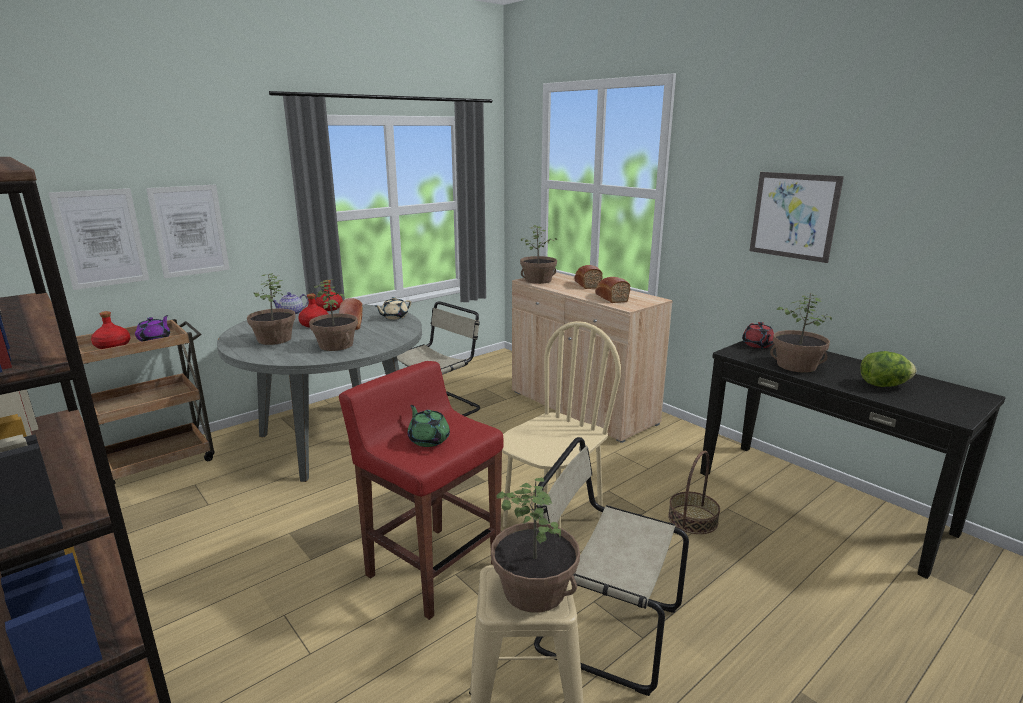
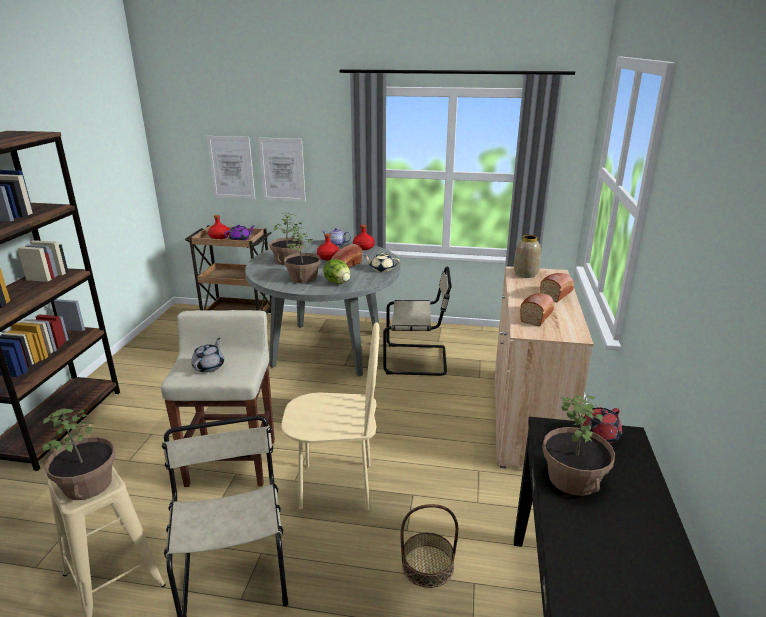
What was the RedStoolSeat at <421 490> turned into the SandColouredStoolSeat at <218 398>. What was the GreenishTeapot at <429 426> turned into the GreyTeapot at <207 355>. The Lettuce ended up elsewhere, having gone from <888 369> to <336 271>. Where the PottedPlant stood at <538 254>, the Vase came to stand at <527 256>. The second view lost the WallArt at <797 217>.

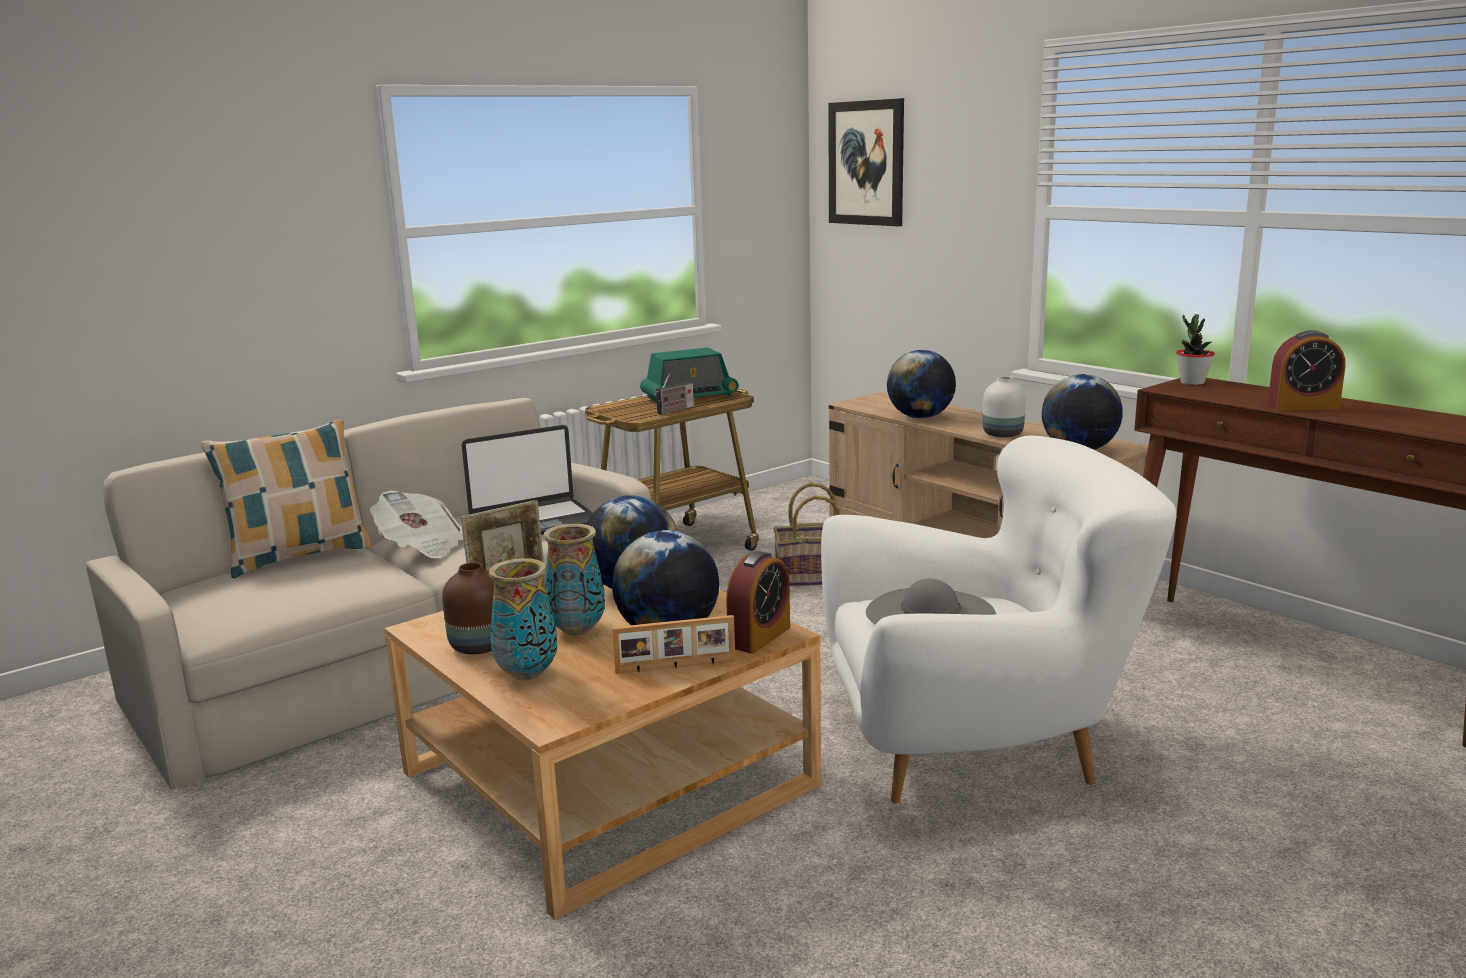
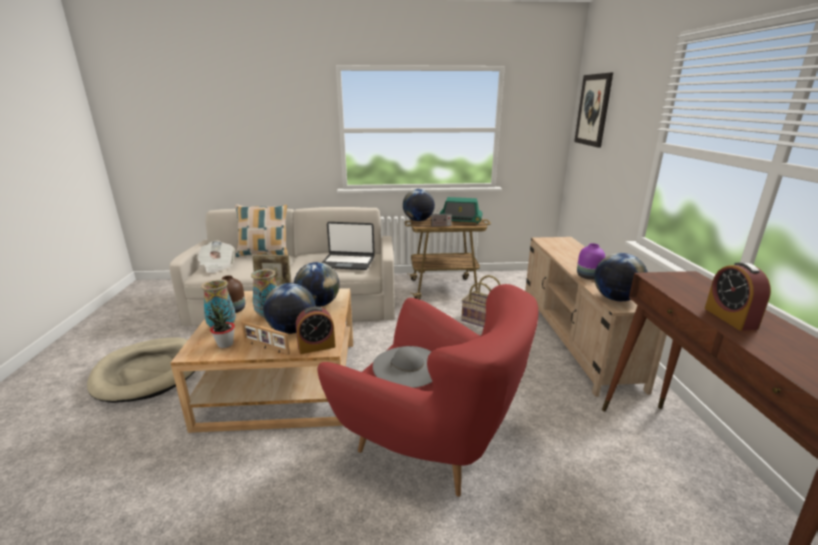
The second view gained the SandColouredDogCushion at <141 370>. The DailyPaper ended up elsewhere, having gone from <416 525> to <216 257>. The PottedPlant ended up elsewhere, having gone from <1195 349> to <222 326>. What was the WhitishEasyChair at <999 619> turned into the RedEasyChair at <428 390>. The WorldGlobe ended up elsewhere, having gone from <921 384> to <419 205>. What was the WhitishVase at <1004 406> turned into the PurpleVase at <591 261>. The BedsideClock at <1306 370> ended up facing another way, 45 degrees clockwise from before.

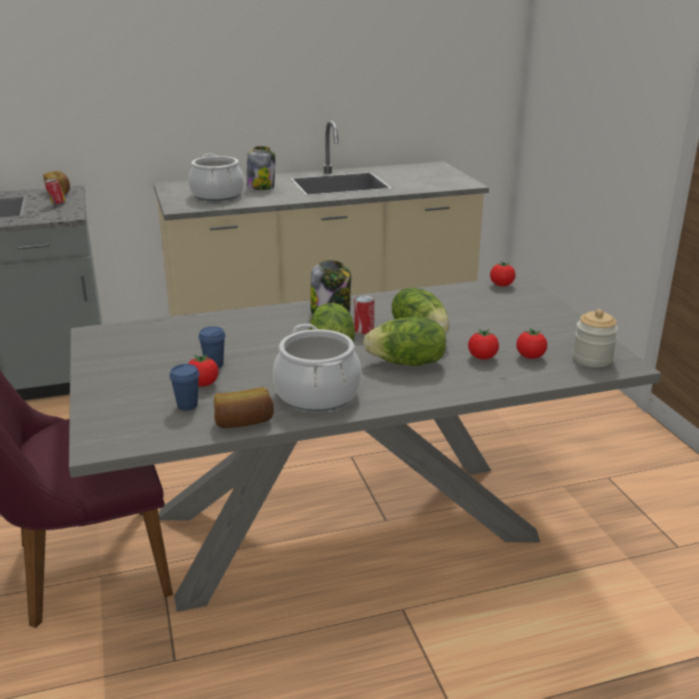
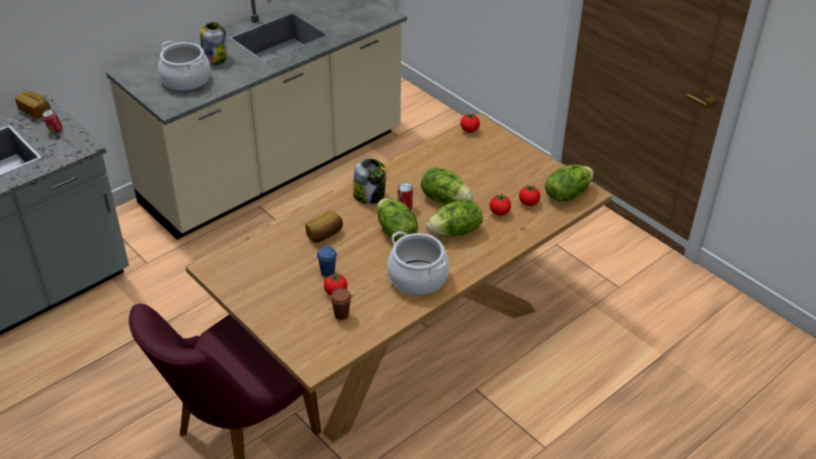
What was the GreyDiningTable at <365 443> turned into the BrownDiningTable at <399 278>. The BakeryBread ended up elsewhere, having gone from <244 407> to <324 226>. What was the BlueColouredSmallCup at <184 387> turned into the BrownSmallCup at <340 304>. Where the PreserveJar stood at <595 338>, the Lettuce came to stand at <569 183>.

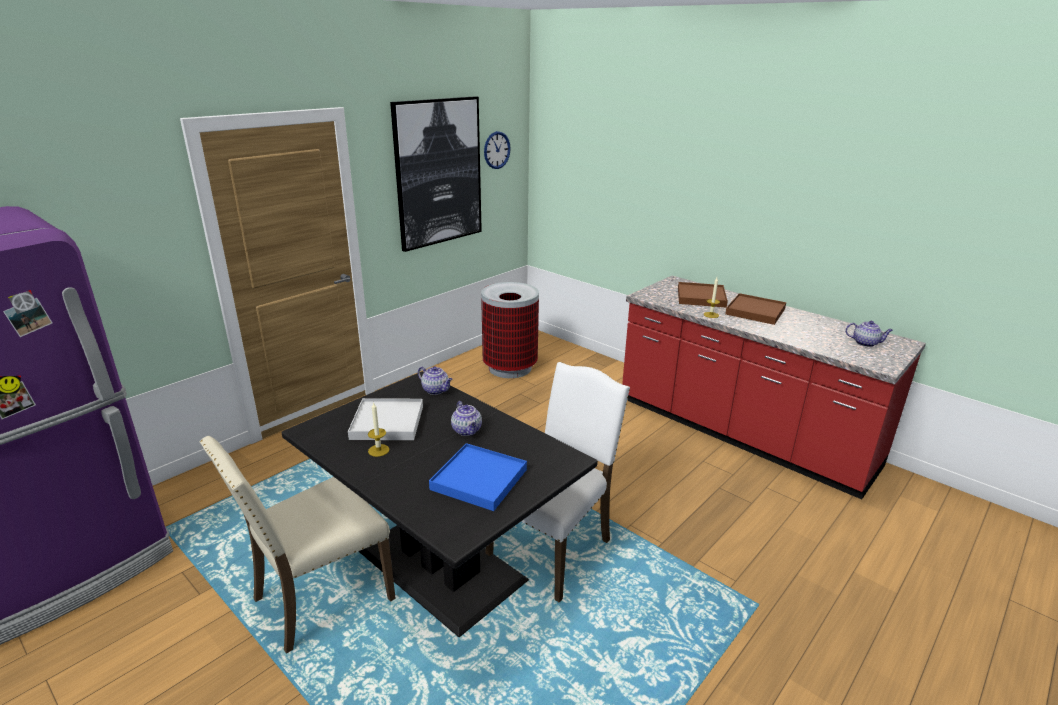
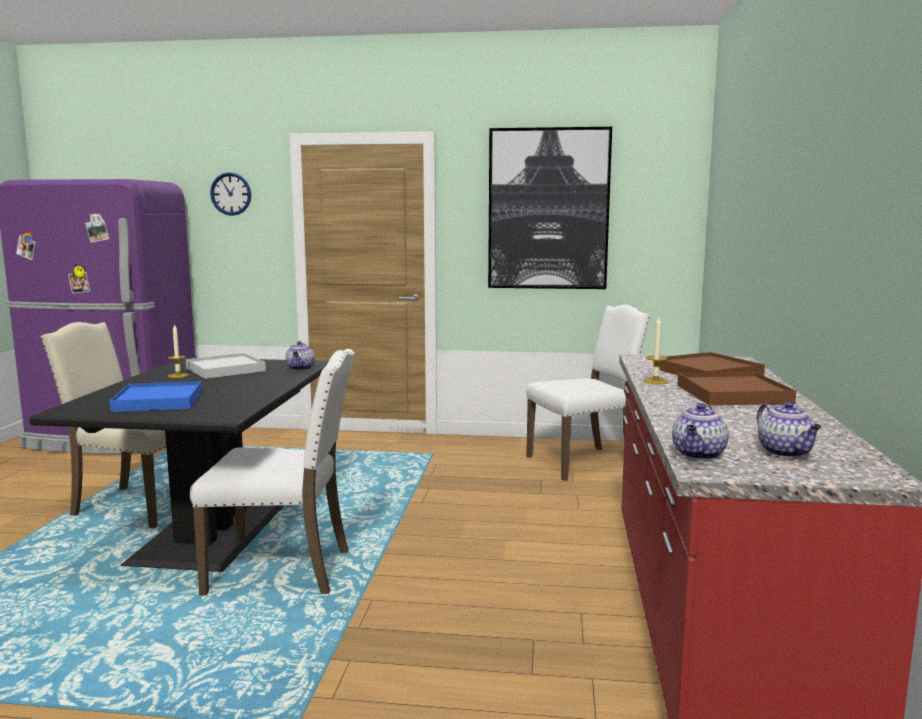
The WallClock ended up elsewhere, having gone from <497 150> to <230 194>. Where the RubbishBin stood at <510 330>, the WhitishPlainChair came to stand at <588 393>. The Teapot ended up elsewhere, having gone from <466 418> to <700 431>.

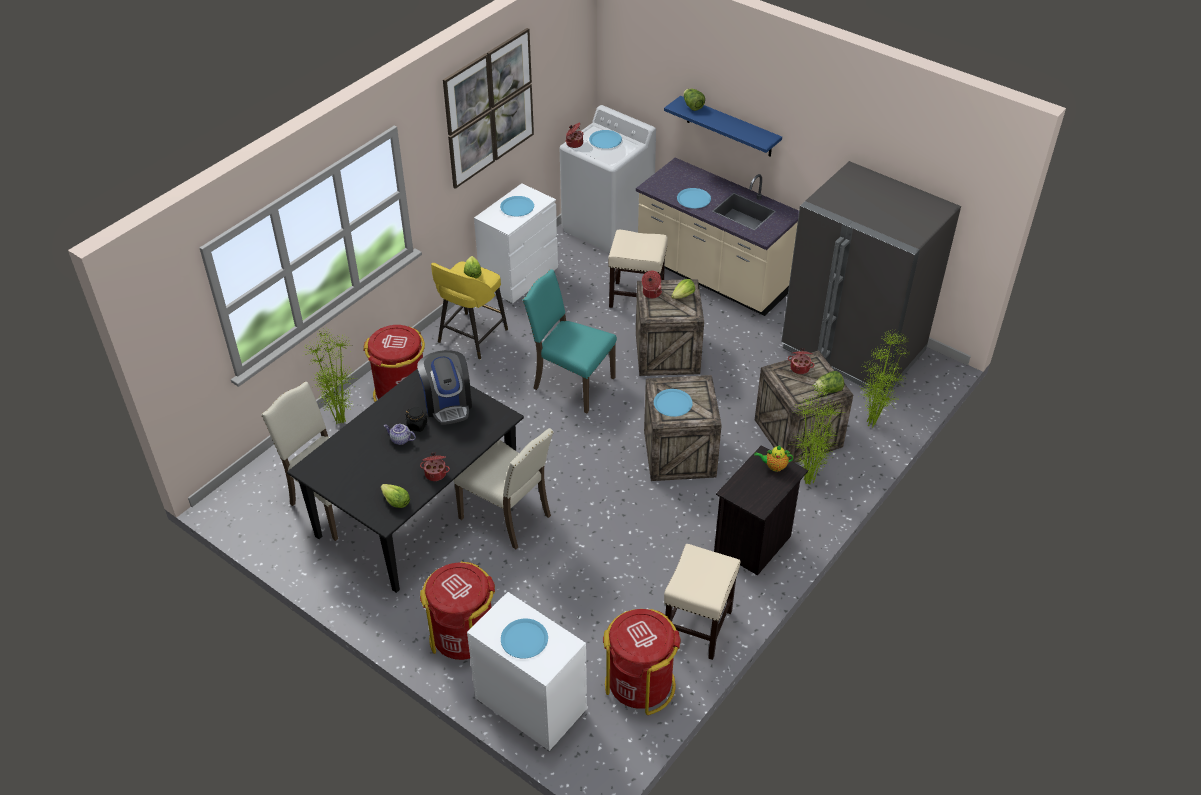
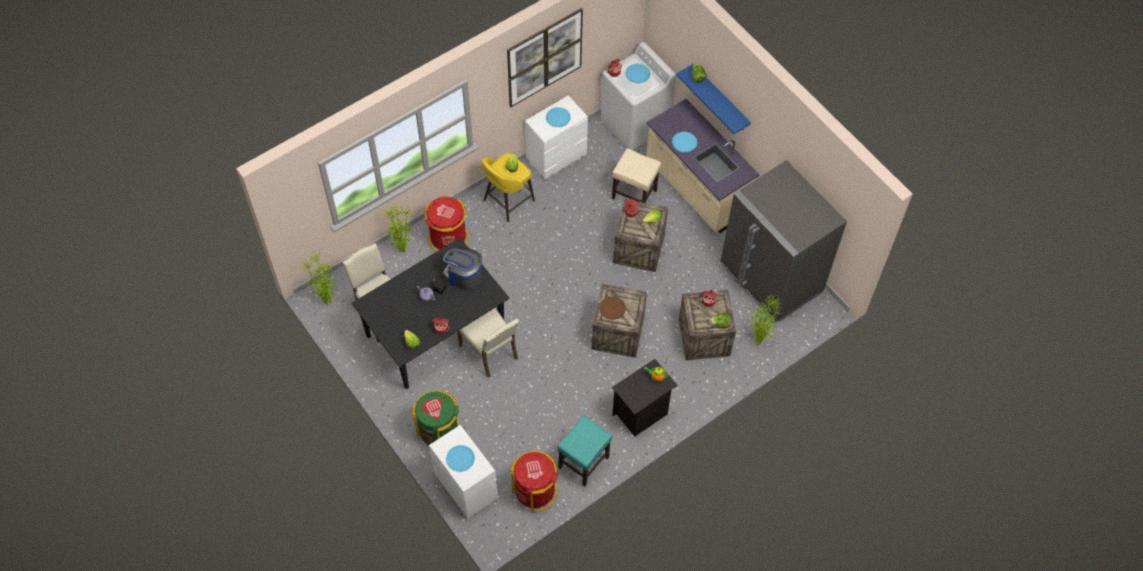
The PottedPlant ended up elsewhere, having gone from <817 434> to <318 277>. What was the RedRubbishBin at <457 611> turned into the GreenishRubbishBin at <436 417>. The CoffeeMachine at <444 387> ended up facing another way, 120 degrees clockwise from before. What was the SandColouredStoolSeat at <702 602> turned into the BlueGreenStoolSeat at <585 451>. What was the BlueColouredPlate at <673 403> turned into the BrownPlate at <612 308>. The second view lost the BlueGreenPlainChair at <570 341>.

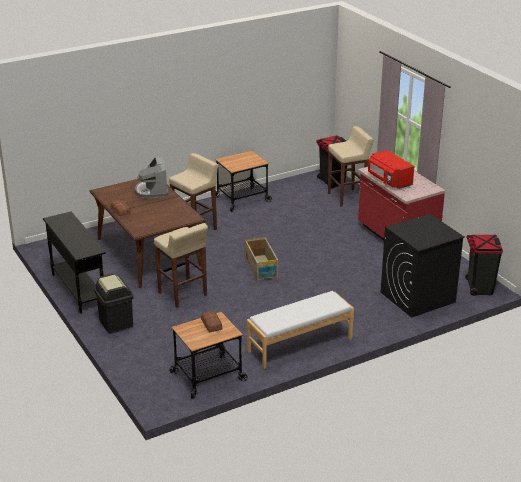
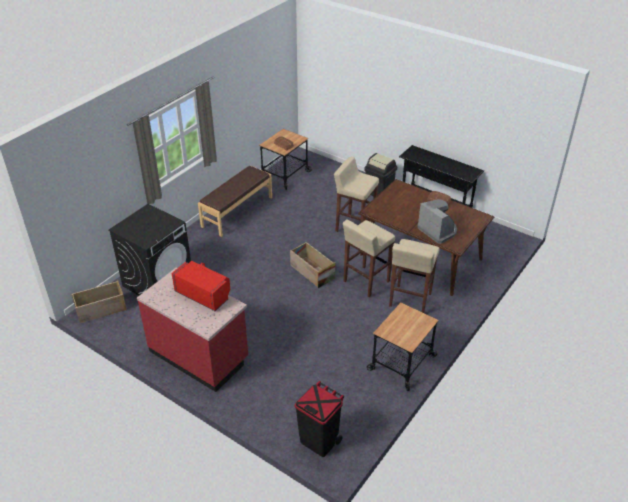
Where the BlackColouredRubbishBin stood at <484 265>, the PackingCrate came to stand at <99 301>. What was the WhitishIndoorBench at <300 330> turned into the BrownIndoorBench at <235 201>. The SandColouredStoolSeat ended up elsewhere, having gone from <350 166> to <369 258>.

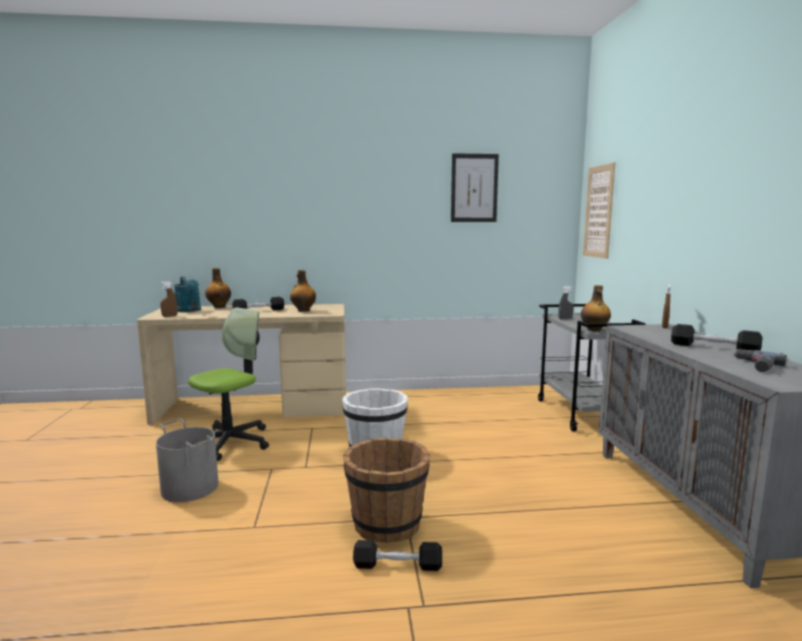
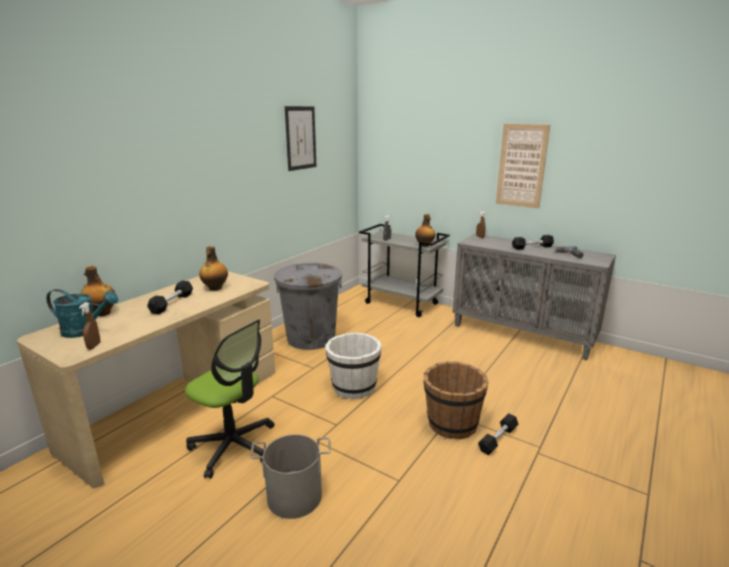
The ComputerChair at <228 384> ended up facing another way, 135 degrees clockwise from before. The second view gained the GreyRubbishBin at <308 306>. The WallArt ended up elsewhere, having gone from <599 210> to <523 166>.

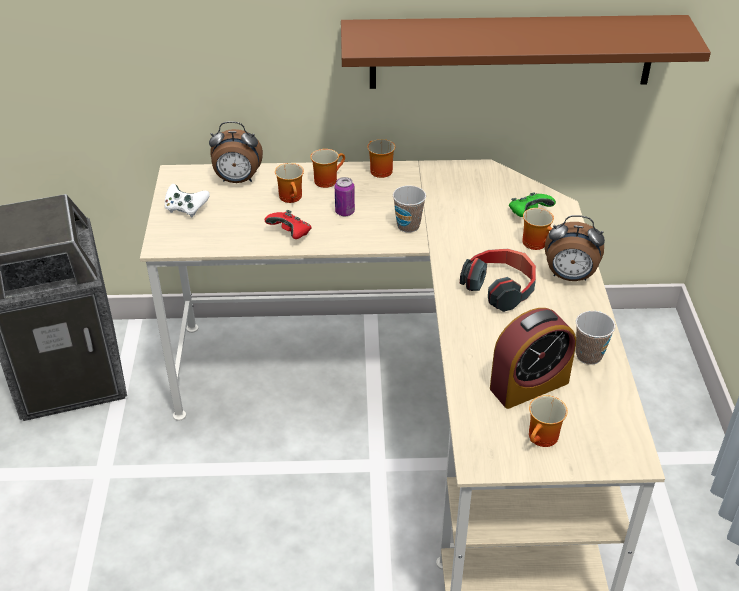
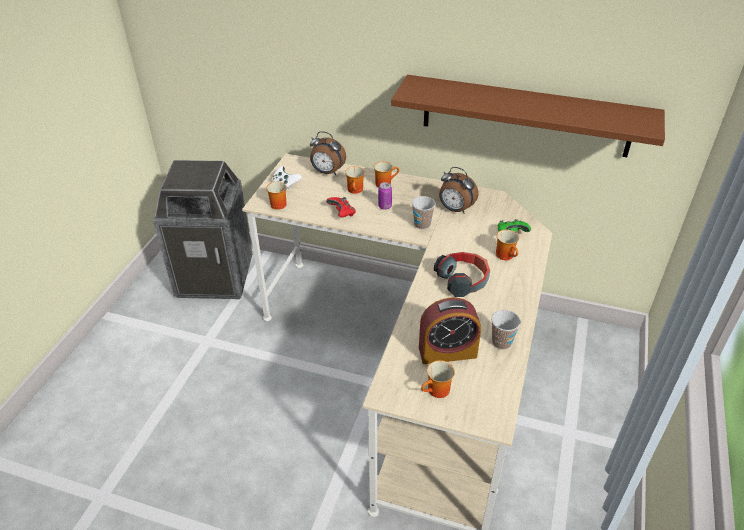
The CoffeeMug ended up elsewhere, having gone from <381 158> to <276 196>. The BedsideClock ended up elsewhere, having gone from <575 248> to <458 190>.

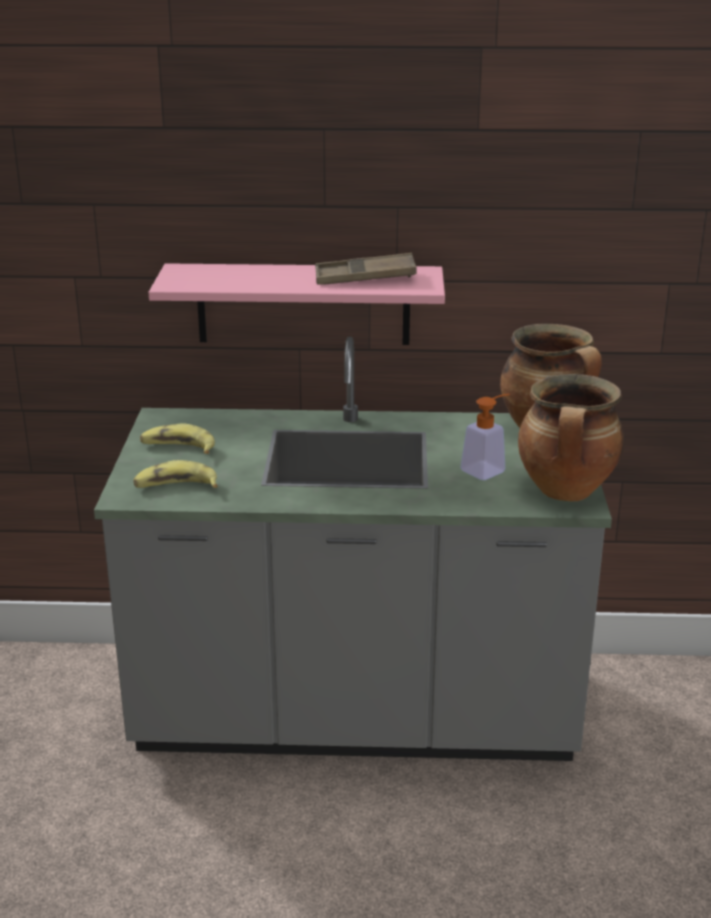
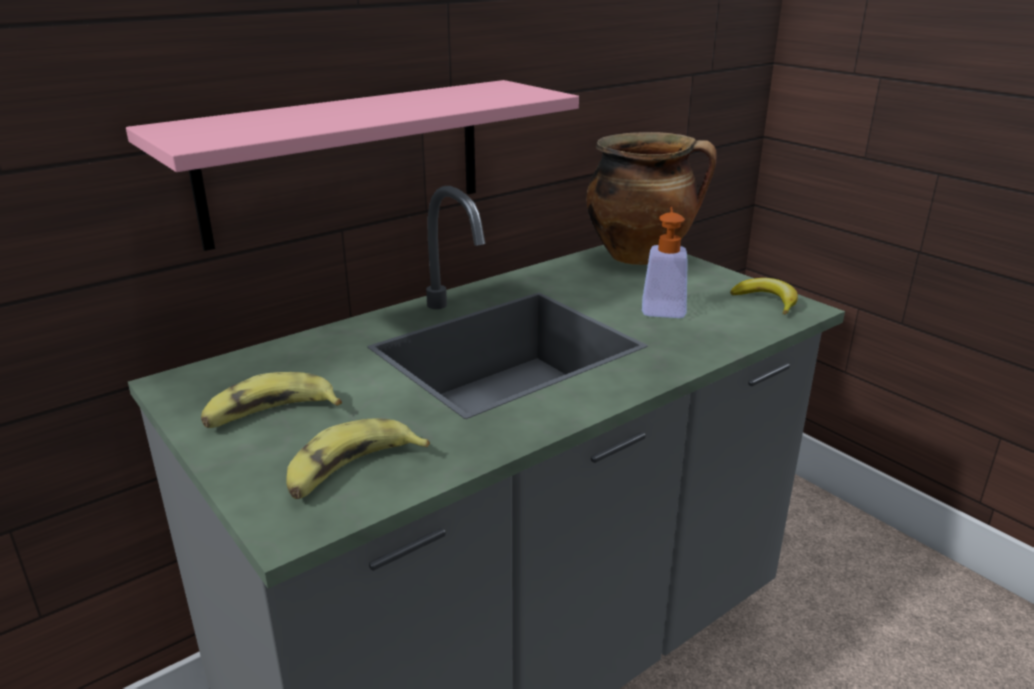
Where the Saucepot stood at <571 437>, the WholeBanana came to stand at <764 296>. The second view lost the BrownCarryingTray at <366 269>.

